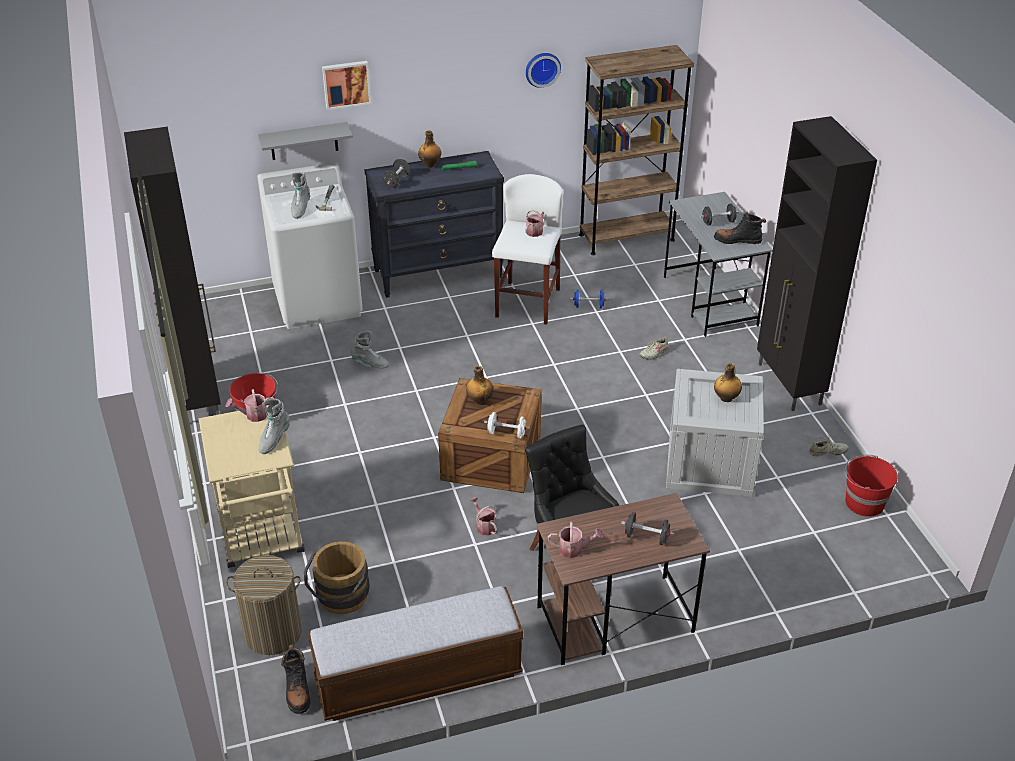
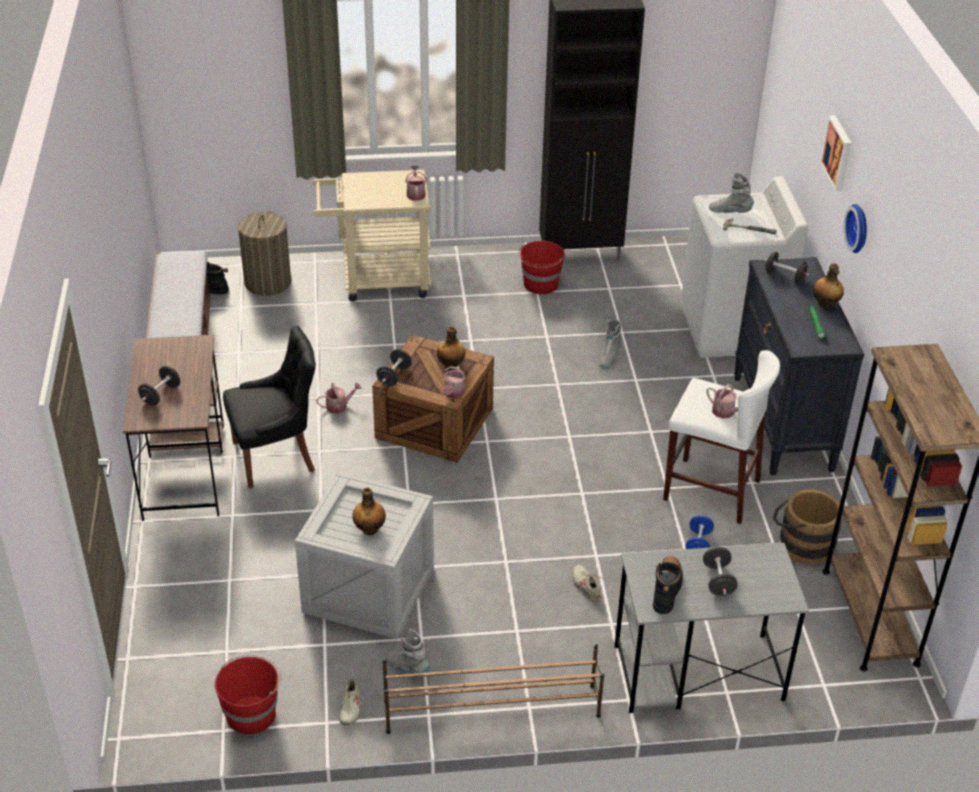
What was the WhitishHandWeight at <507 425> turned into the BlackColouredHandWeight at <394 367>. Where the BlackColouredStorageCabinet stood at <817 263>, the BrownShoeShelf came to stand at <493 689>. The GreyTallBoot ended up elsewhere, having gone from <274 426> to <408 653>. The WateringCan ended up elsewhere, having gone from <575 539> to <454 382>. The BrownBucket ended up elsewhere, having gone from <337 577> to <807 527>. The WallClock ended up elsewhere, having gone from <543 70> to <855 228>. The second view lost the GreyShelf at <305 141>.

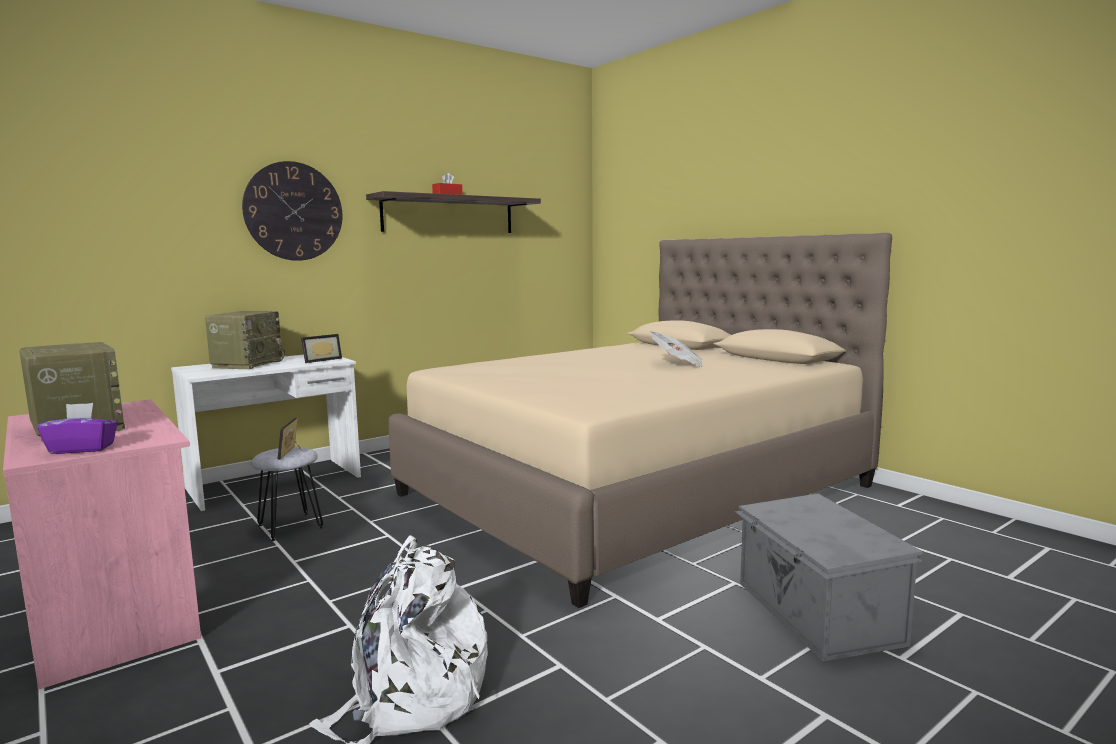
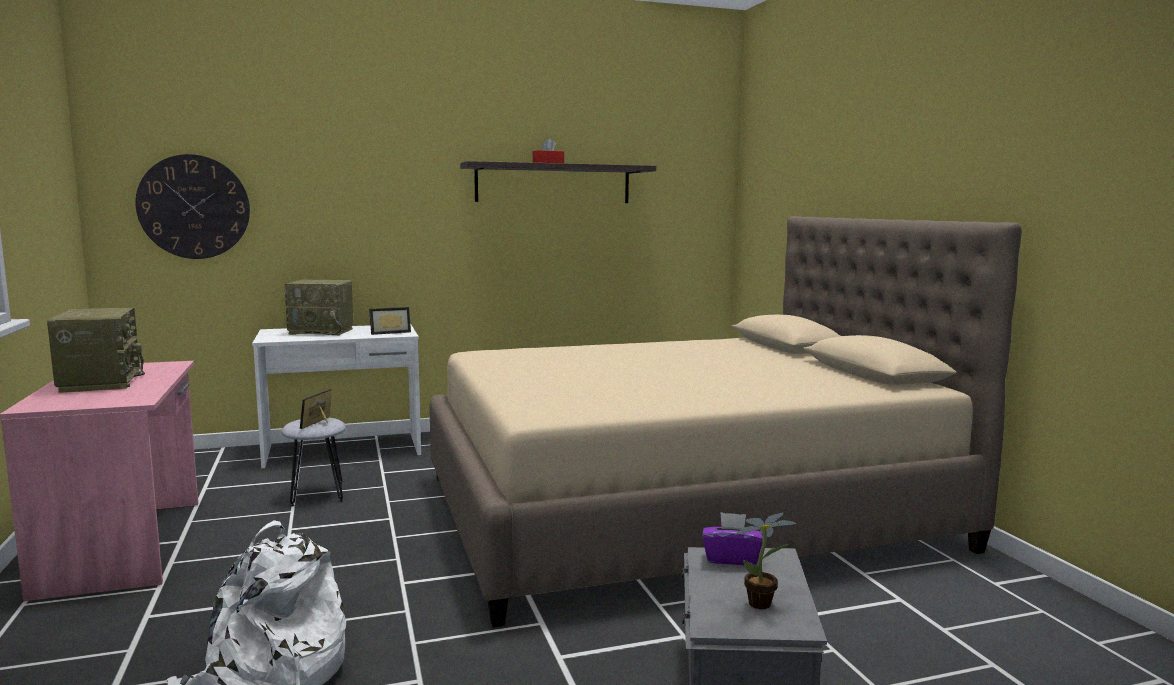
The WallClock ended up elsewhere, having gone from <292 211> to <192 206>. The RadioSet at <245 340> ended up facing another way, 60 degrees clockwise from before. The PurpleTissueBox ended up elsewhere, having gone from <77 428> to <733 539>. The second view gained the PottedPlant at <765 561>. The second view lost the DailyPaper at <677 349>.

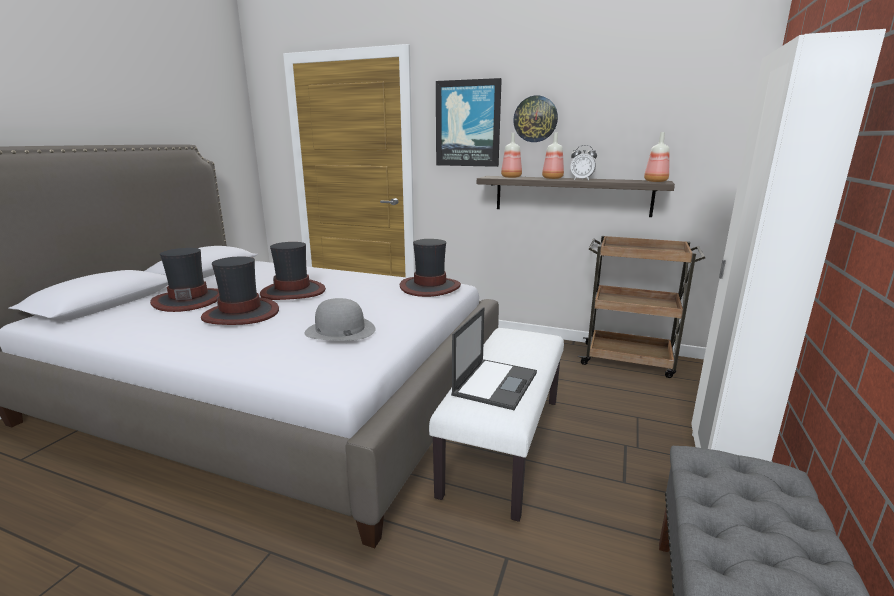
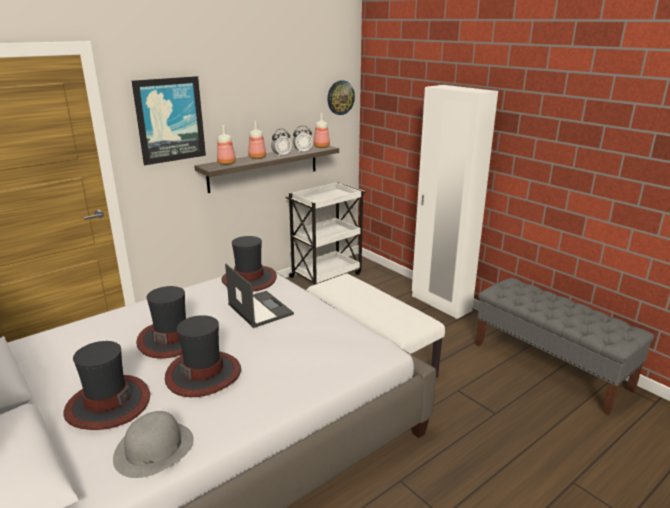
The GreyWearableHat ended up elsewhere, having gone from <340 319> to <153 444>. The PortableComputer ended up elsewhere, having gone from <494 358> to <259 296>. What was the BrownCart at <641 307> turned into the WhitishCart at <326 234>. The second view gained the BedsideClock at <303 139>. The WallClock ended up elsewhere, having gone from <535 118> to <341 97>.

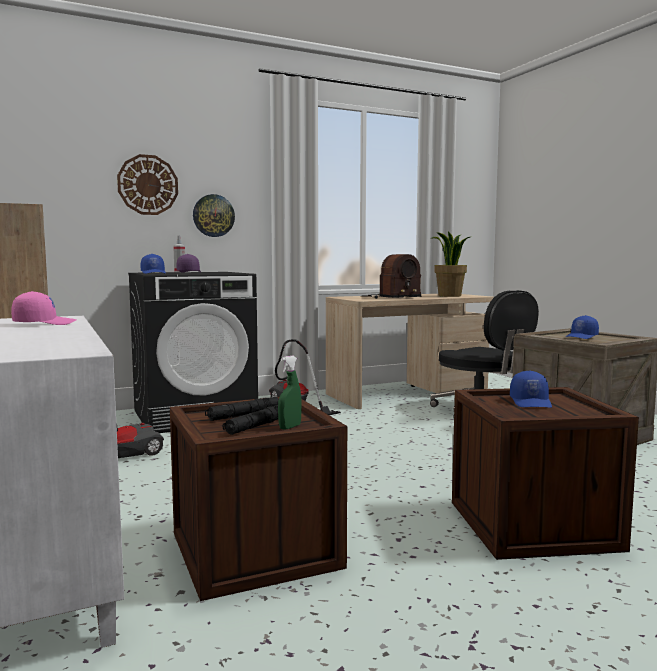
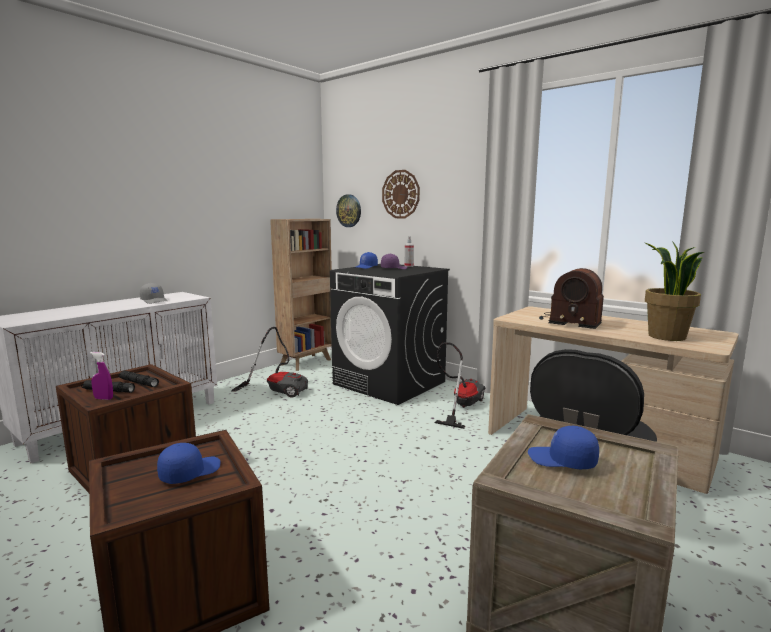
What was the GreenishSprayBottle at <289 393> turned into the PurpleSprayBottle at <101 376>. What was the PinkishBaseballCap at <43 308> turned into the GreyBaseballCap at <154 293>. The BlueColouredBaseballCap at <531 389> ended up facing another way, 150 degrees clockwise from before. The WallClock ended up elsewhere, having gone from <214 215> to <348 210>.

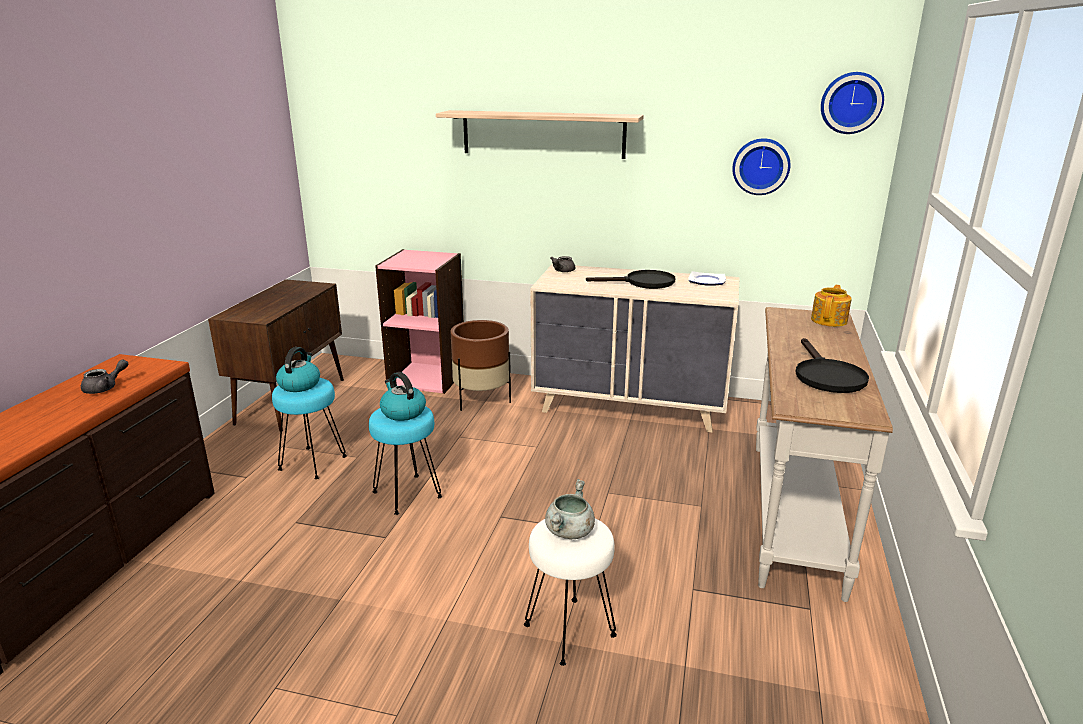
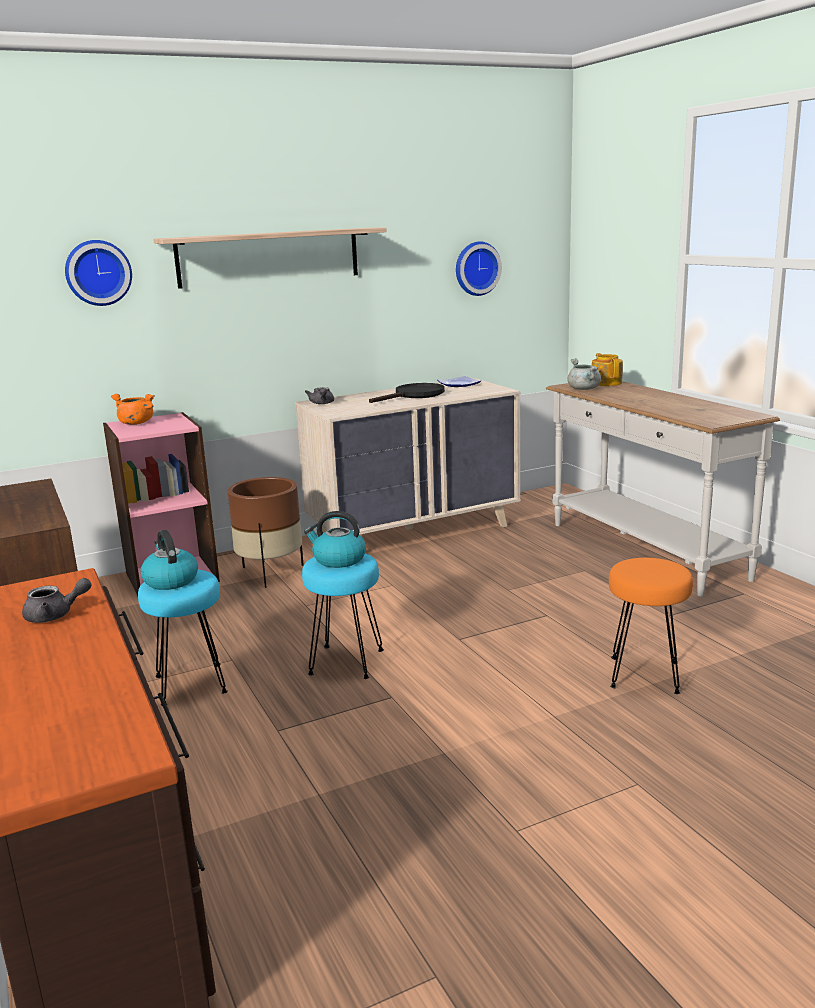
The GreyTeapot at <104 376> ended up facing another way, 75 degrees clockwise from before. The WallClock ended up elsewhere, having gone from <852 103> to <98 273>. The second view gained the OrangeSaucepot at <133 409>. The GreySaucepot ended up elsewhere, having gone from <570 509> to <584 374>. What was the WhitishStoolSeat at <570 592> turned into the OrangeStoolSeat at <651 626>. The second view lost the BlackColouredFryingPan at <832 365>.

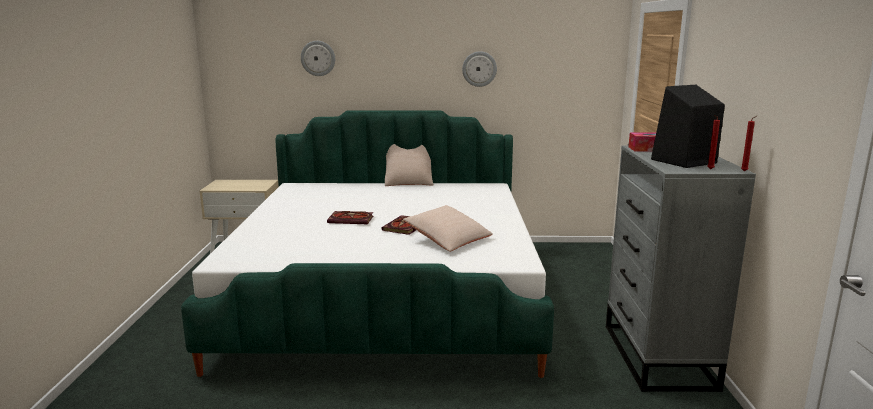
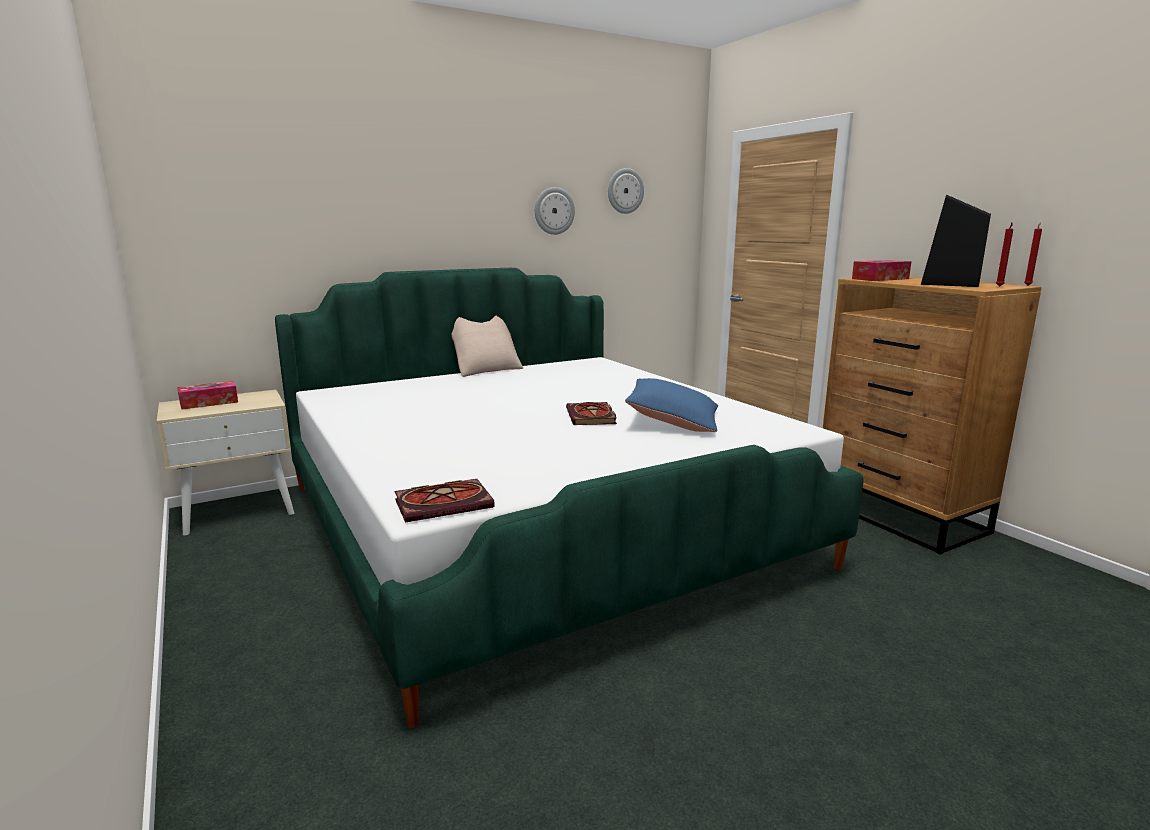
The second view gained the TissueBox at <207 395>. The Volume ended up elsewhere, having gone from <350 217> to <444 501>. The WallClock ended up elsewhere, having gone from <318 58> to <626 191>. What was the SandColouredCushion at <448 228> turned into the BlueColouredCushion at <671 405>. What was the GreyDresser at <681 269> turned into the BrownDresser at <932 416>.

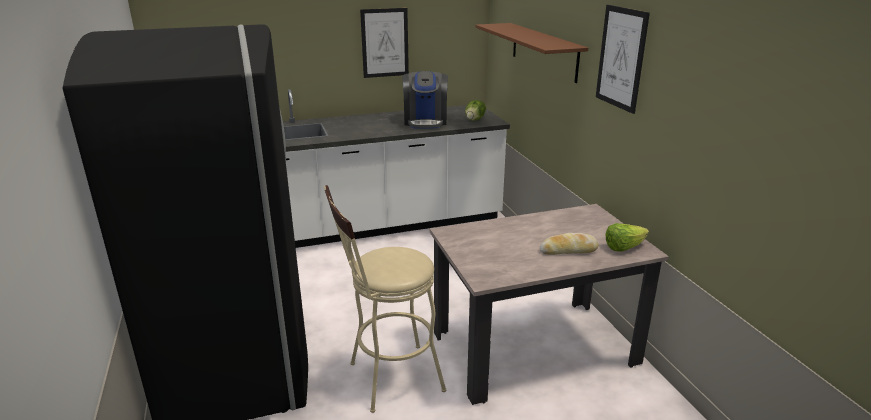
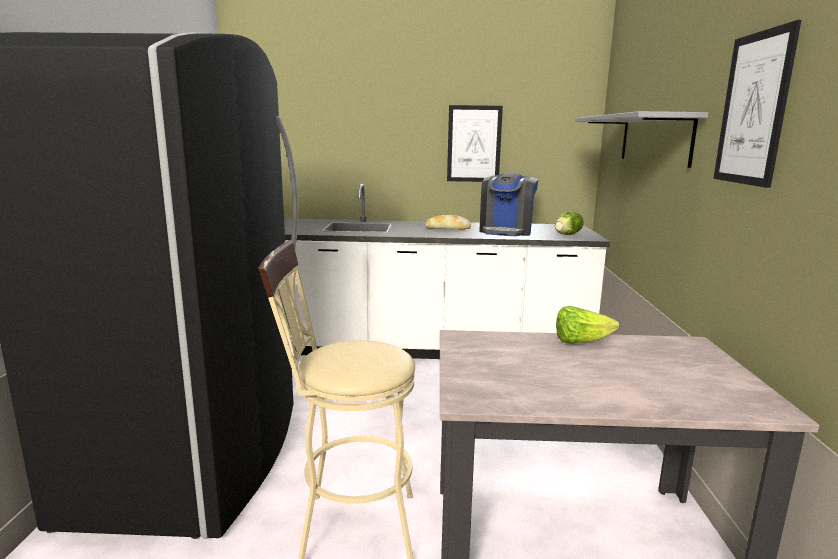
The BakeryBread ended up elsewhere, having gone from <569 244> to <448 222>. The Lettuce ended up elsewhere, having gone from <627 237> to <587 325>. What was the BrownShelf at <531 53> turned into the GreyShelf at <641 139>.

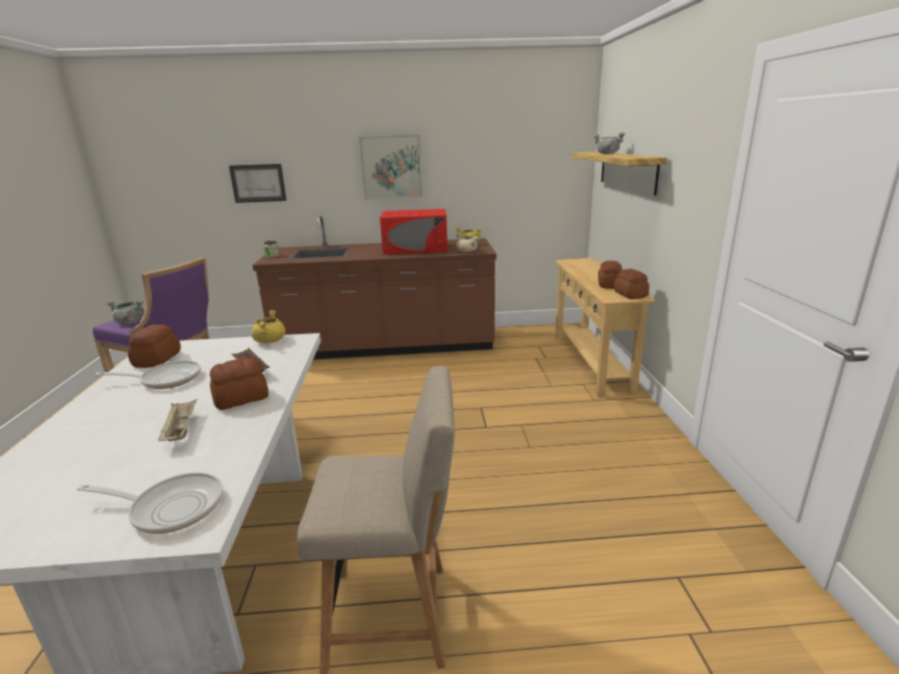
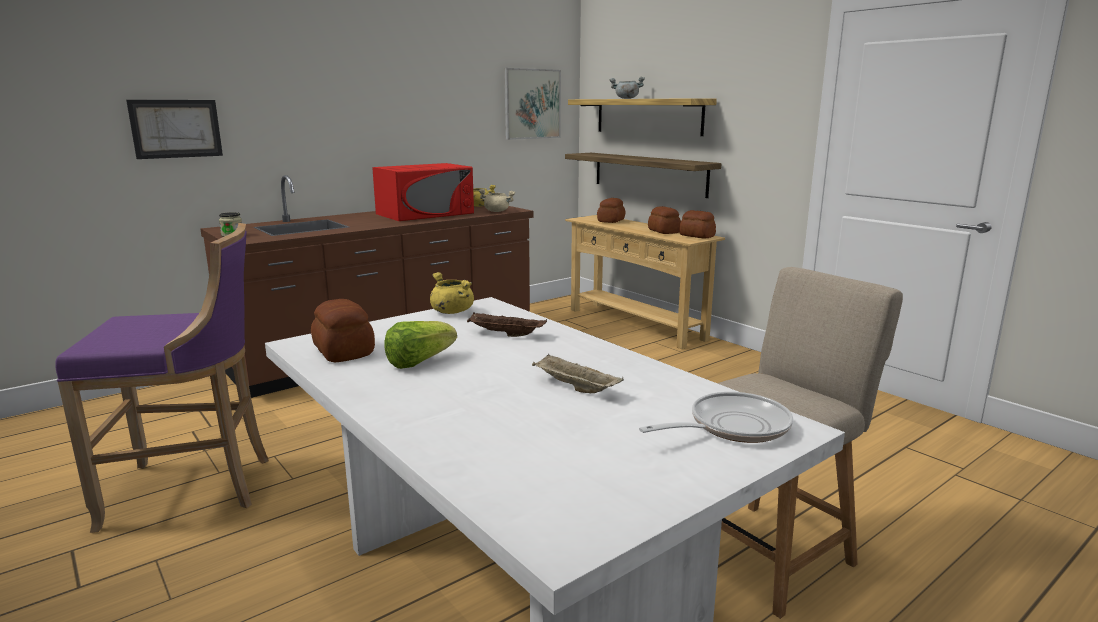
Where the FryingPan stood at <148 374>, the Lettuce came to stand at <420 345>. The WallArt ended up elsewhere, having gone from <391 167> to <532 104>. The second view gained the Shelf at <643 175>. The BakeryBread ended up elsewhere, having gone from <239 383> to <611 210>. The second view lost the GreySaucepot at <124 312>.

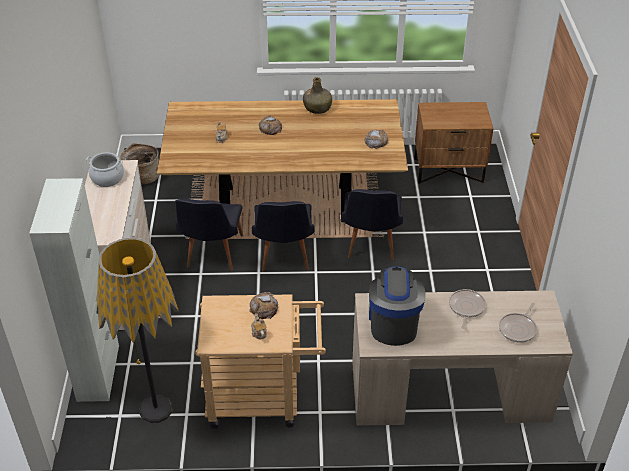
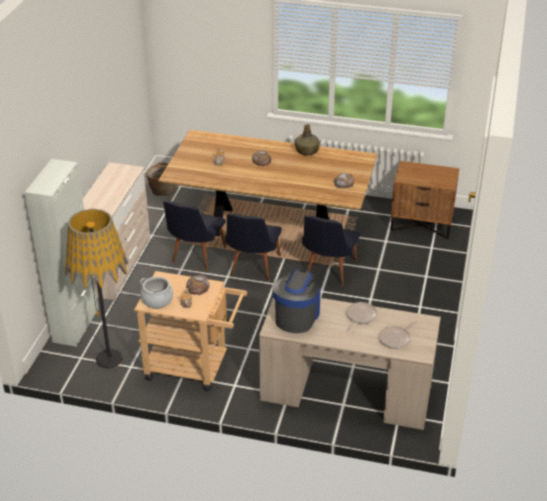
The Saucepot ended up elsewhere, having gone from <105 169> to <156 293>.

